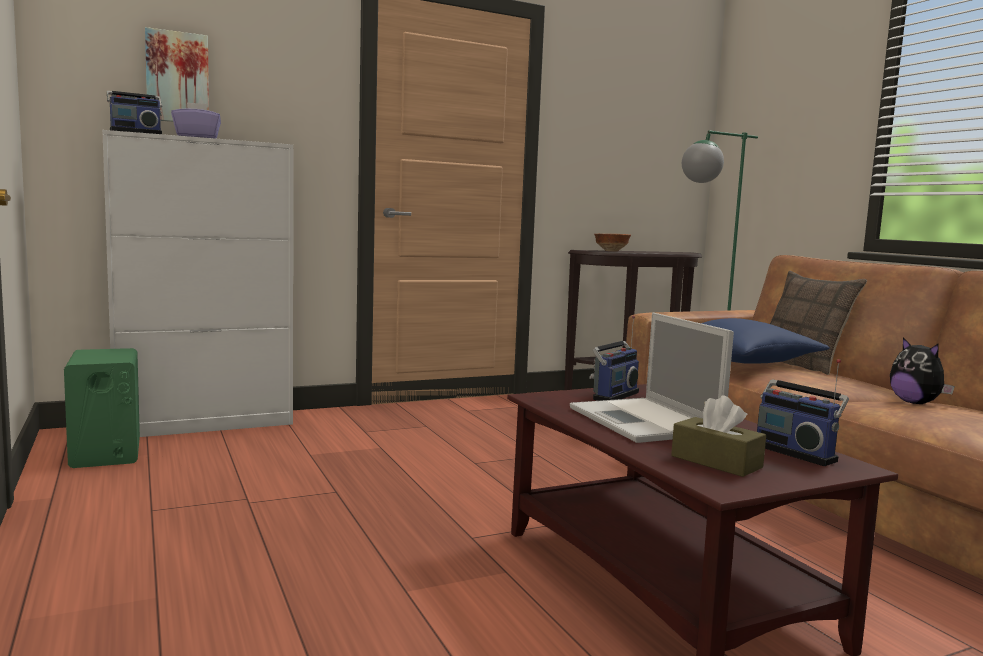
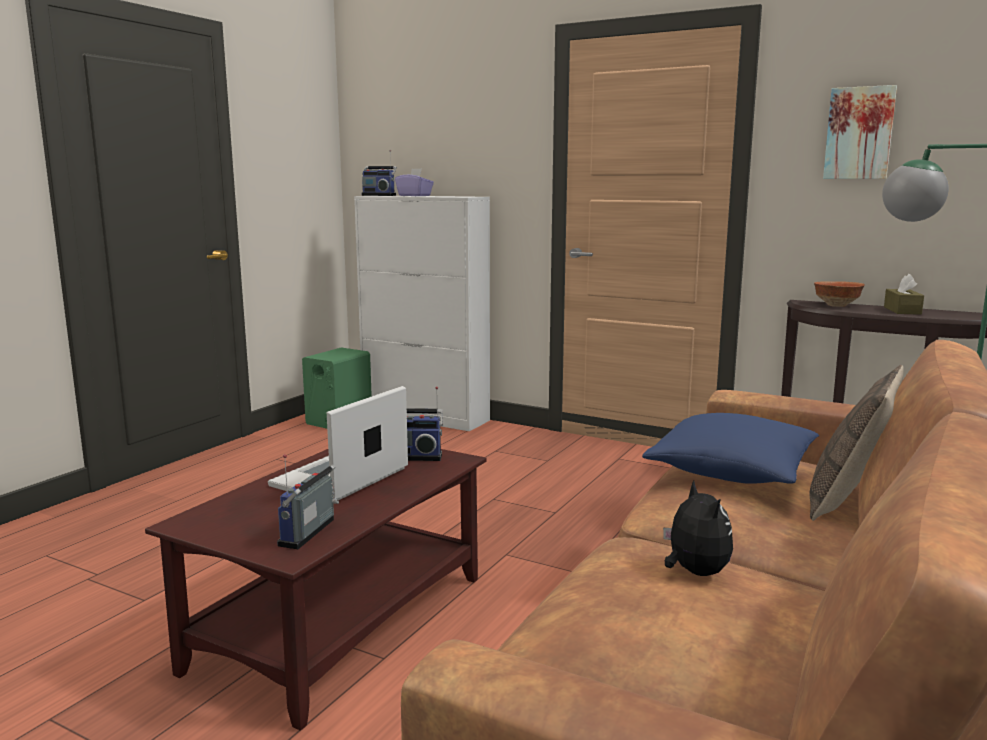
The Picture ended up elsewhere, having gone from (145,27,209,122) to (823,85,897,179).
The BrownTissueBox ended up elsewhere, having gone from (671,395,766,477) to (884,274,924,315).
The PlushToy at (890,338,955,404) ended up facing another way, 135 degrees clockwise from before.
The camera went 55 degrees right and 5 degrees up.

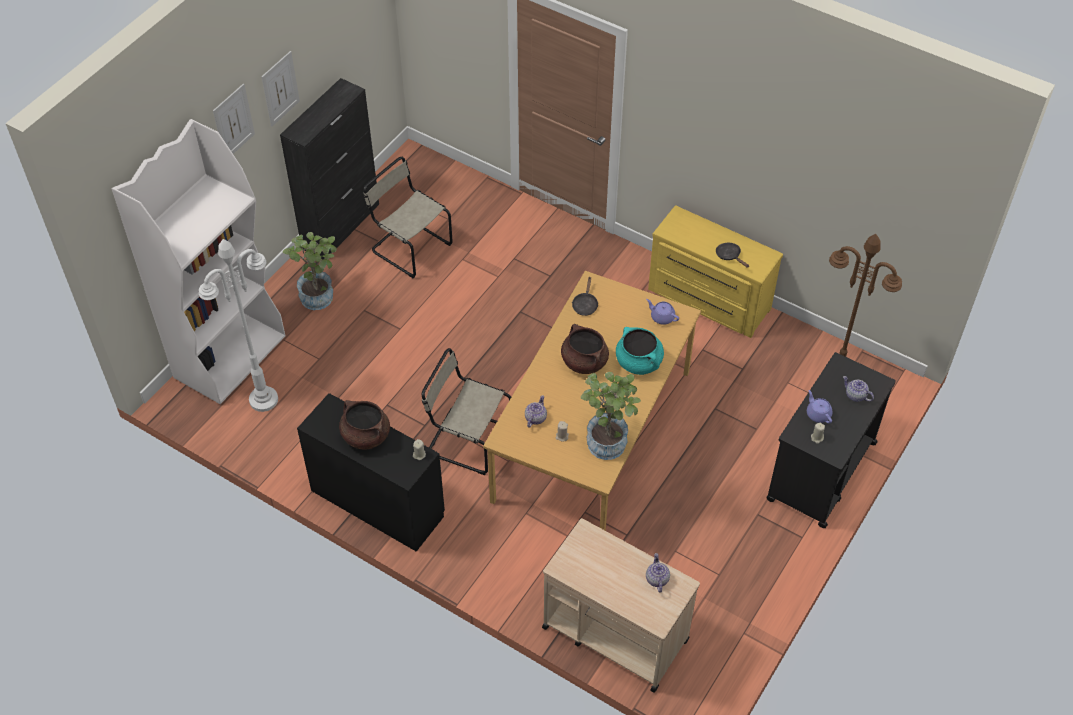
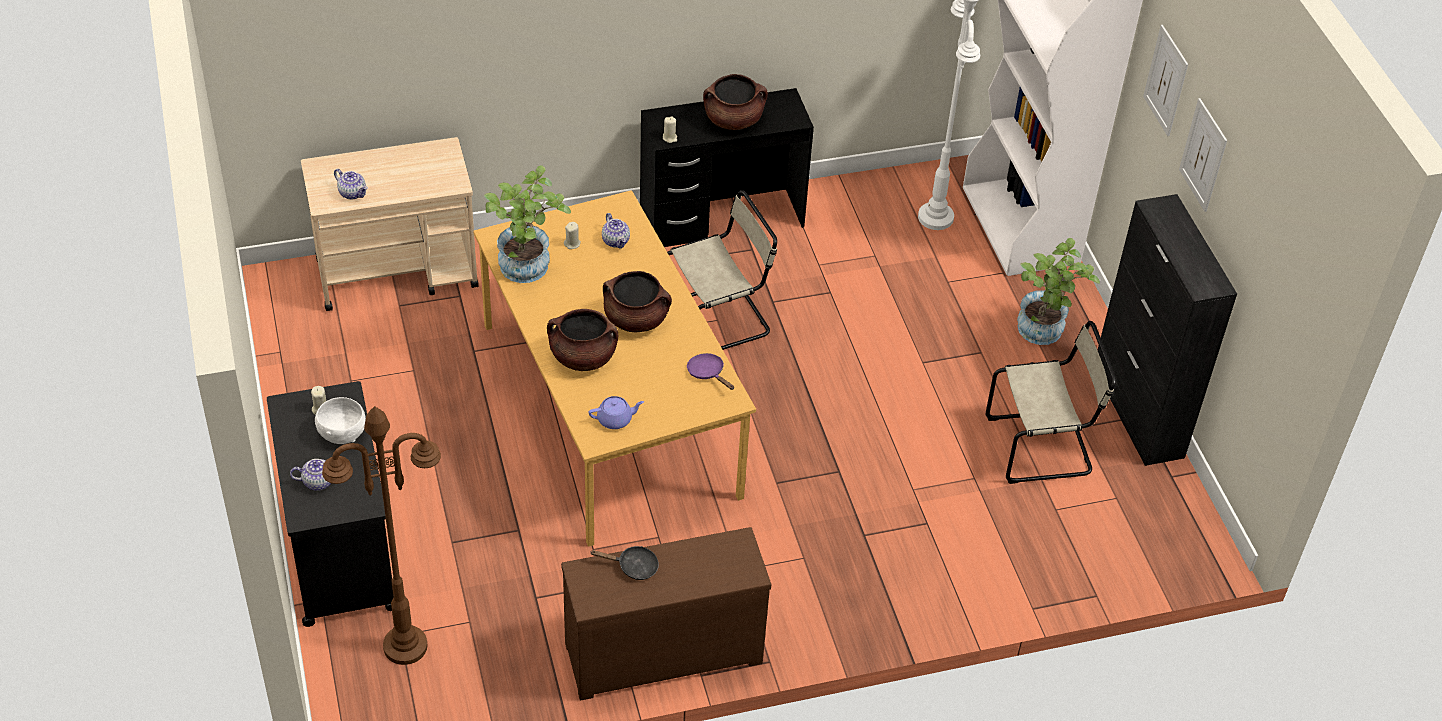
What was the BlackishFryingPan at (572,277,598,316) turned into the PurpleColouredFryingPan at (687,353,734,390).
What was the TurquoiseColouredCookingPot at (616,327,664,375) turned into the BrownCookingPot at (547,309,619,371).
What was the YellowDresser at (648,205,783,338) turned into the BrownDresser at (561,527,771,700).
Where the PurpleColouredPotForTea stood at (807,390,833,424), the WhiteColouredDeepDish came to stand at (315,397,366,444).
The camera went 130 degrees right and 5 degrees down.

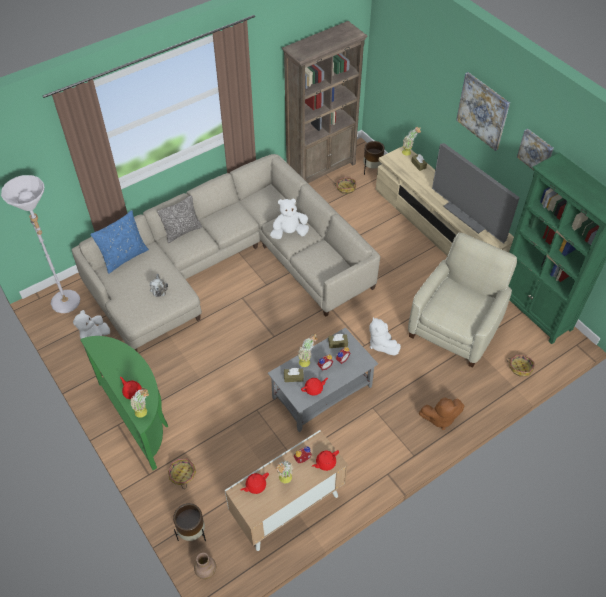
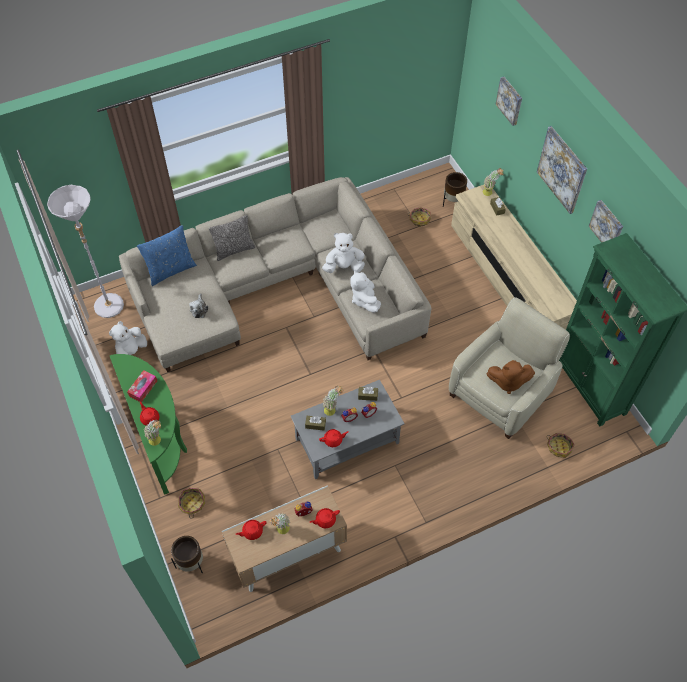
The second view lost the BrownVase at (194,553,216,579).
The second view lost the BrownBookcase at (282,21,368,183).
The WhiteColouredPlushToy ended up elsewhere, having gone from (369,317,401,356) to (350,270,381,313).
The BrownPlushToy ended up elsewhere, having gone from (419,398,464,430) to (486,360,535,394).
The second view lost the TvSet at (432,143,520,244).
The second view gained the TissueBox at (127,370,157,402).
The second view gained the Picture at (495,77,522,126).
The camera went 10 degrees right and 5 degrees up.

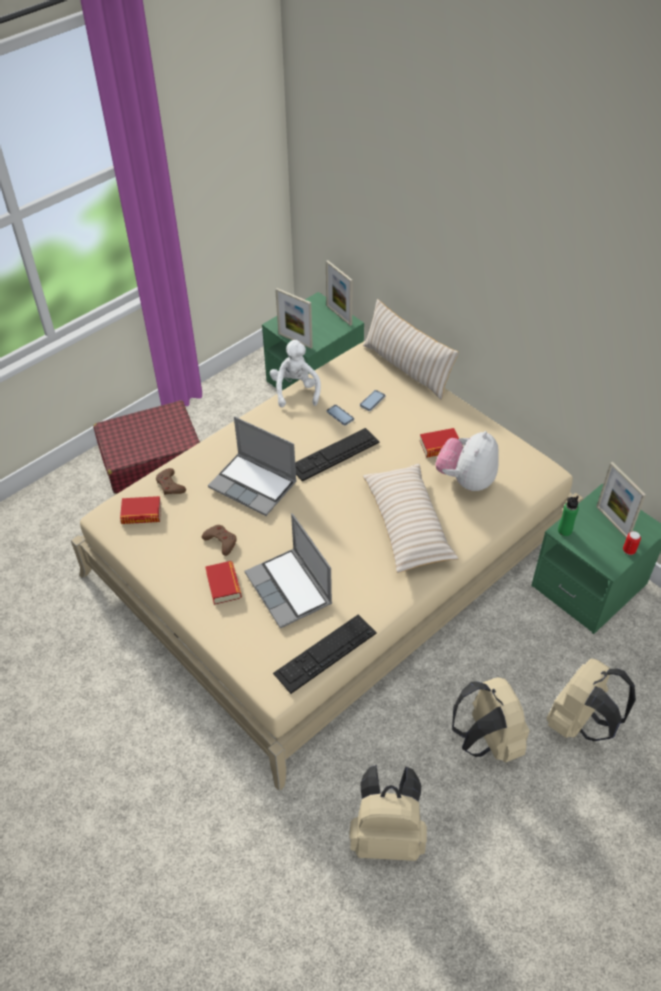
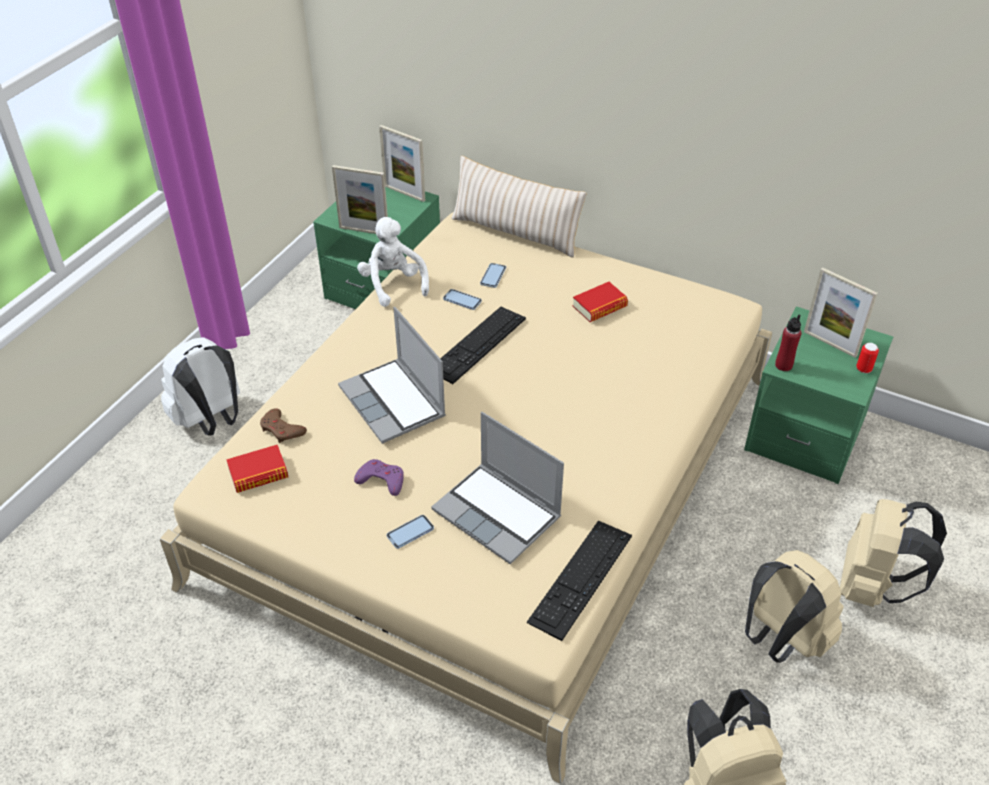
Where the ReddishPieceOfLuggage stood at (93,400,200,494), the WhiteColouredKnapsack came to stand at (161,337,240,436).
What was the BrownJoypad at (202,525,237,556) turned into the PurpleColouredJoypad at (354,459,404,496).
Where the Book stood at (205,561,242,605), the Telephone came to stand at (386,515,434,549).
The Laptop at (208,417,297,516) ended up facing another way, 45 degrees clockwise from before.
The second view lost the BeigeCushion at (363,463,458,573).
The second view lost the PlushToy at (435,431,499,491).
What was the GreenColouredBeverageBottle at (558,495,579,536) turned into the ReddishBeverageBottle at (775,314,801,371).
The camera went 20 degrees left and 5 degrees down.

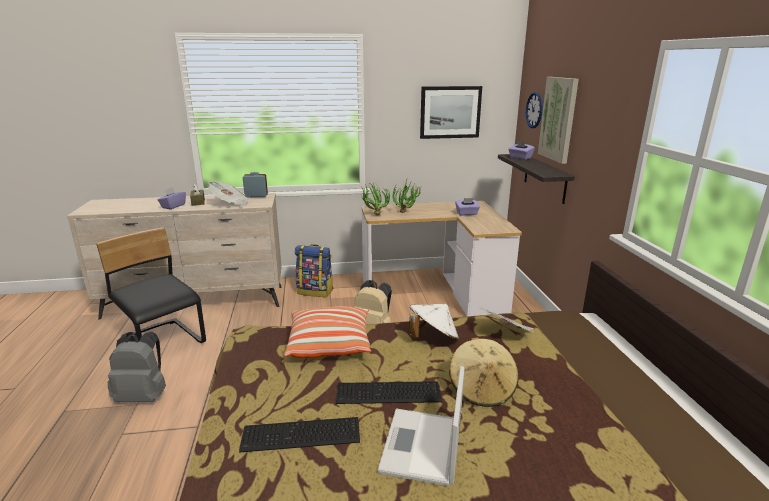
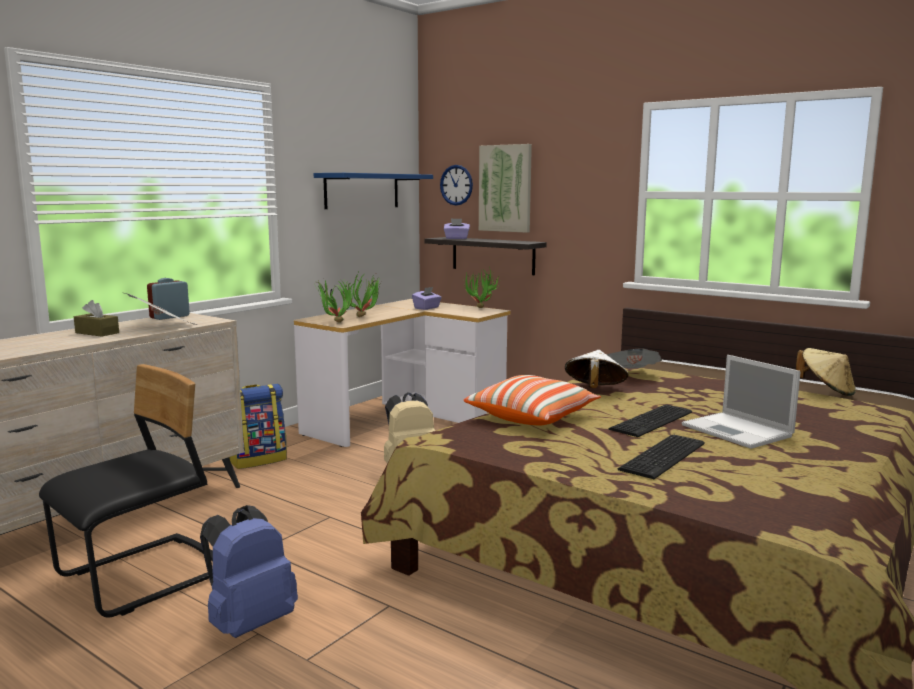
The BlackishUprightChair at (96,227,206,343) ended up facing another way, 135 degrees clockwise from before.
What was the GrayKnapsack at (107,332,166,402) turned into the BluishKnapsack at (200,505,298,638).
The second view lost the PurpleColouredTissueBox at (158,187,186,209).
Where the Picture hung at (420,86,482,139), the BluishWallShelf came to hang at (314,173,433,209).
The BeigeWearableHat ended up elsewhere, having gone from (449,338,519,407) to (796,348,856,396).
The second view gained the Houseplant at (464,267,499,308).
The camera went 45 degrees left and 10 degrees down.

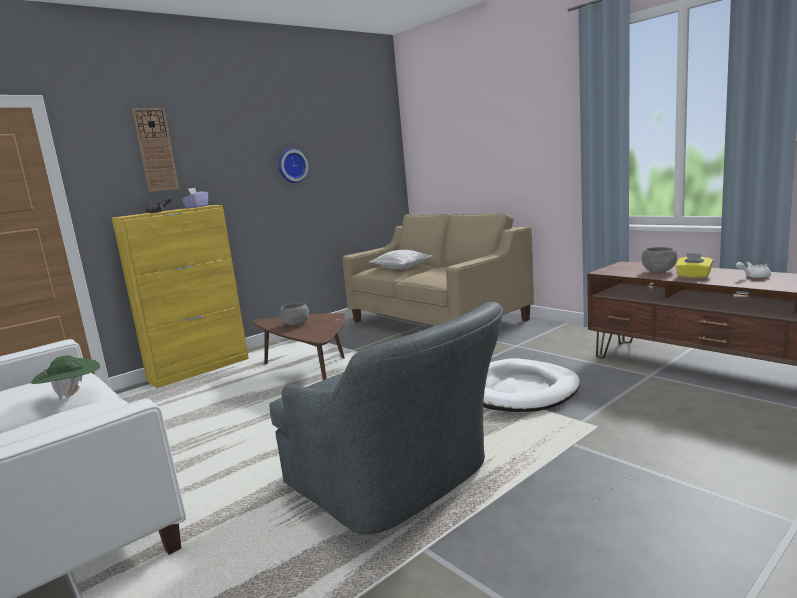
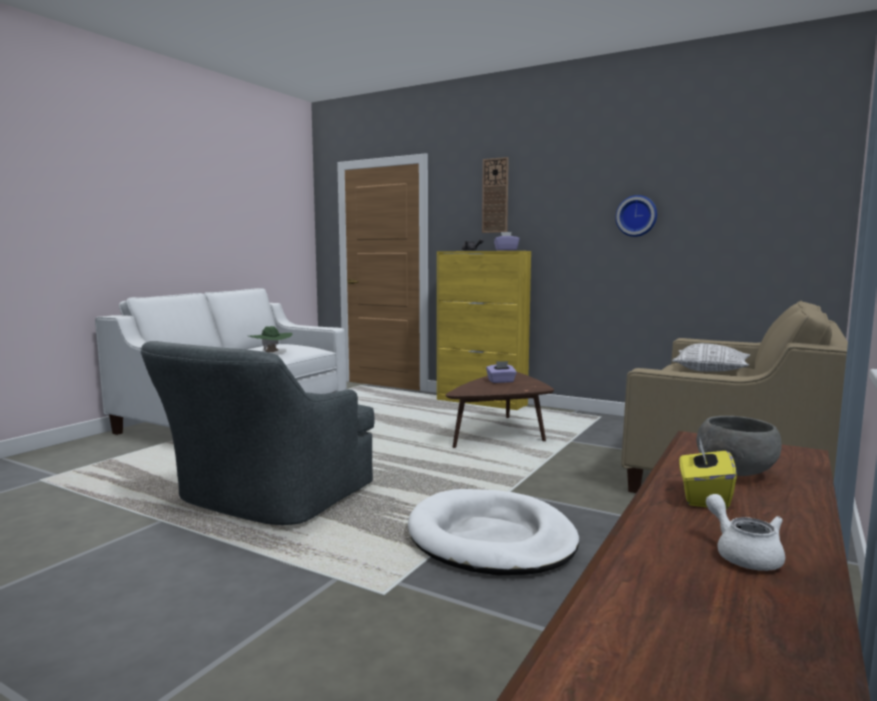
Where the GrayDeepDish stood at (279,303,309,326), the PurpleColouredTissueBox came to stand at (486,361,517,383).
The camera went 70 degrees right and 5 degrees down.

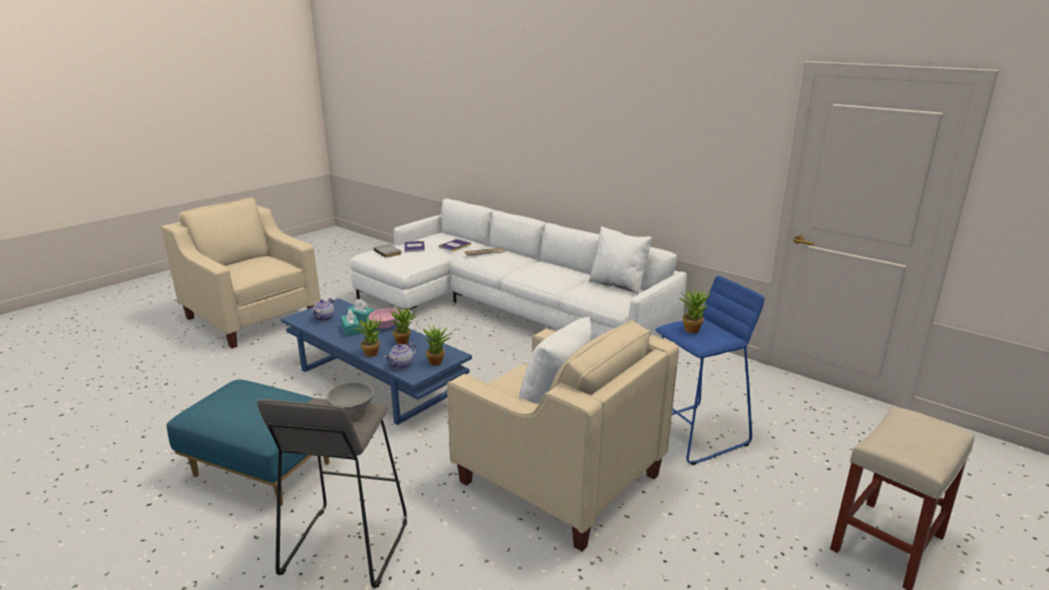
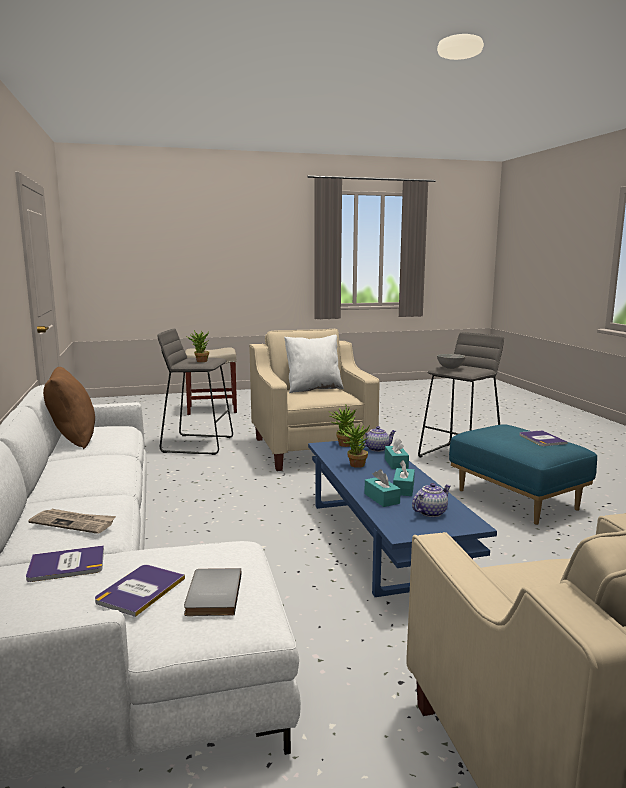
Where the Houseplant stood at (354,318,381,357), the TurquoiseColouredTissueBox came to stand at (385,438,409,469).
The second view lost the PinkDeepDish at (369,308,400,329).
What was the WhiteColouredCushion at (589,226,652,295) turned into the BrownCushion at (43,367,95,449).
What was the BluishSittingStool at (655,276,765,465) turned into the GraySittingStool at (158,329,233,455).
The second view gained the Book at (519,430,568,446).
The camera went 145 degrees left and 10 degrees down.

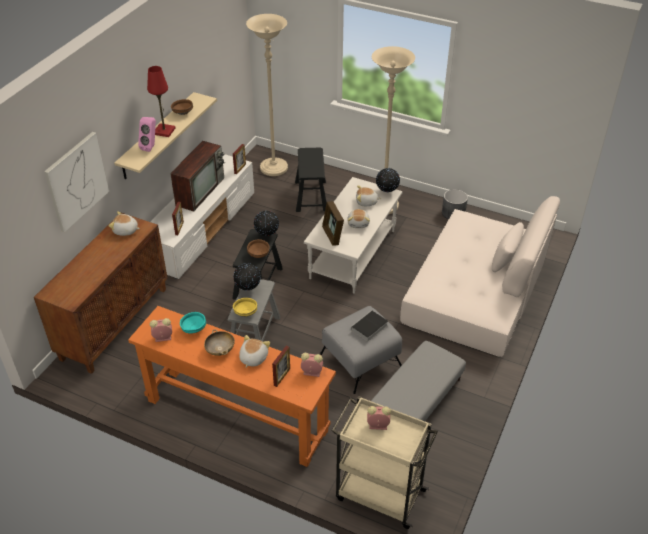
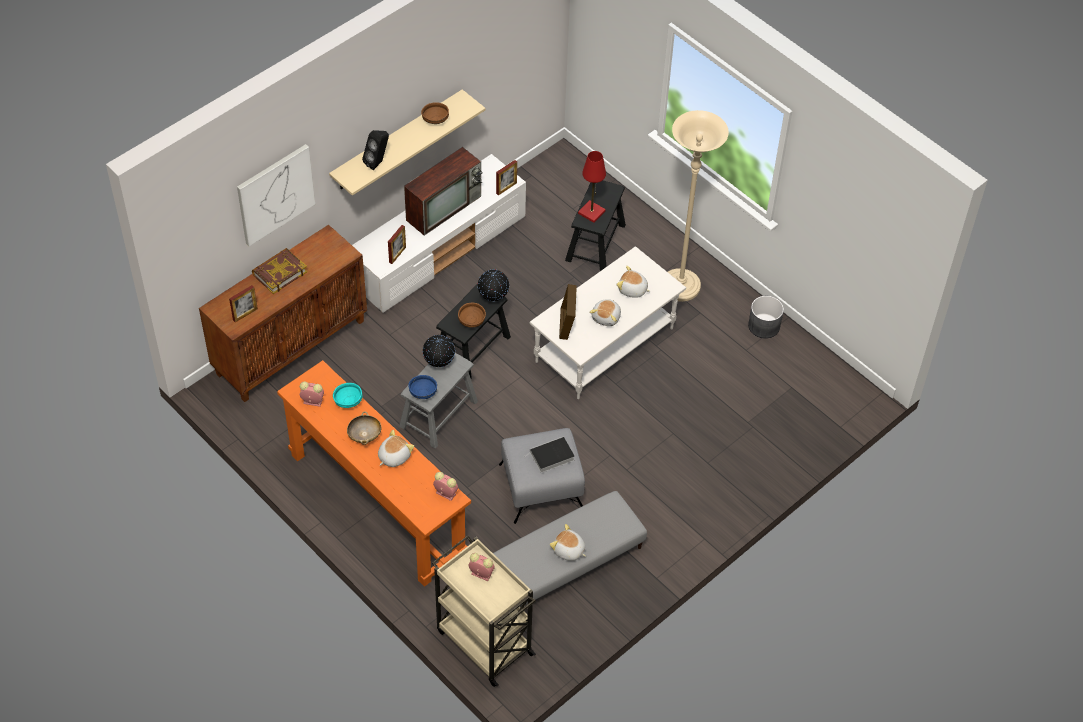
The PlushToy ended up elsewhere, having gone from (108,211,140,236) to (550,524,586,561).
What was the PinkAudioSpeaker at (138,117,156,152) turned into the BlackishAudioSpeaker at (362,130,389,170).
The ReddishTableLamp ended up elsewhere, having gone from (147,66,175,137) to (578,151,606,223).
What was the YellowDeepDish at (233,298,257,317) turned into the BluishDeepDish at (408,375,437,399).
The second view lost the BeigeFloorLamp at (246,14,288,176).
The StandingFrame ended up elsewhere, having gone from (272,346,290,387) to (229,285,258,322).
The second view lost the WorldGlobe at (376,168,400,193).
The second view lost the BeigeCouch at (400,196,560,357).
The second view gained the Book at (252,248,307,294).
The camera went 20 degrees right and 10 degrees up.

